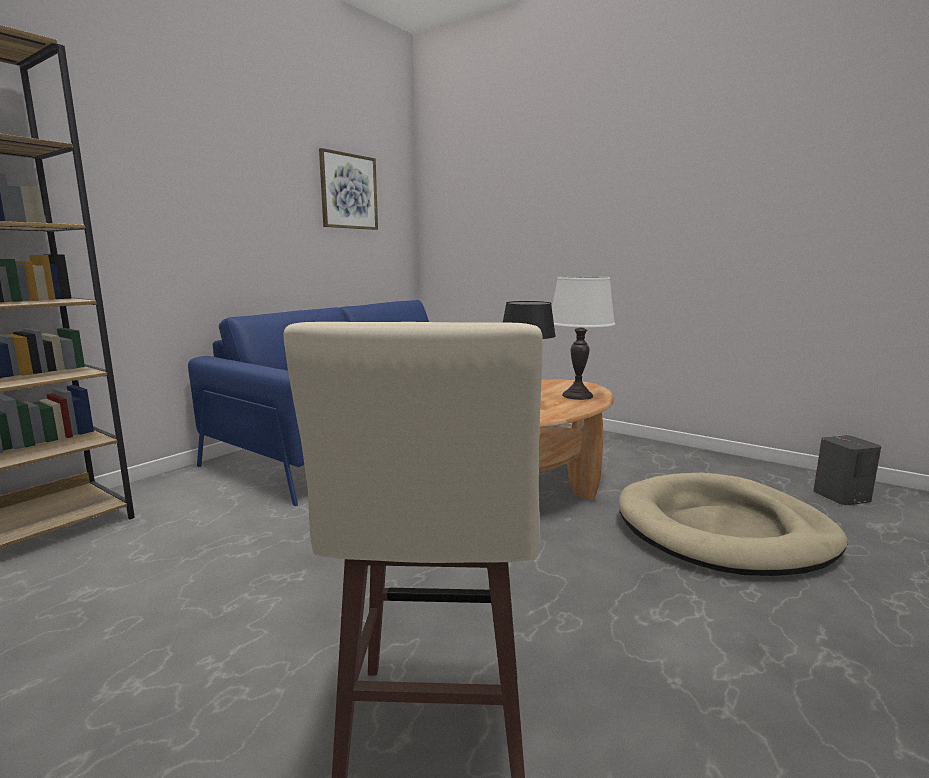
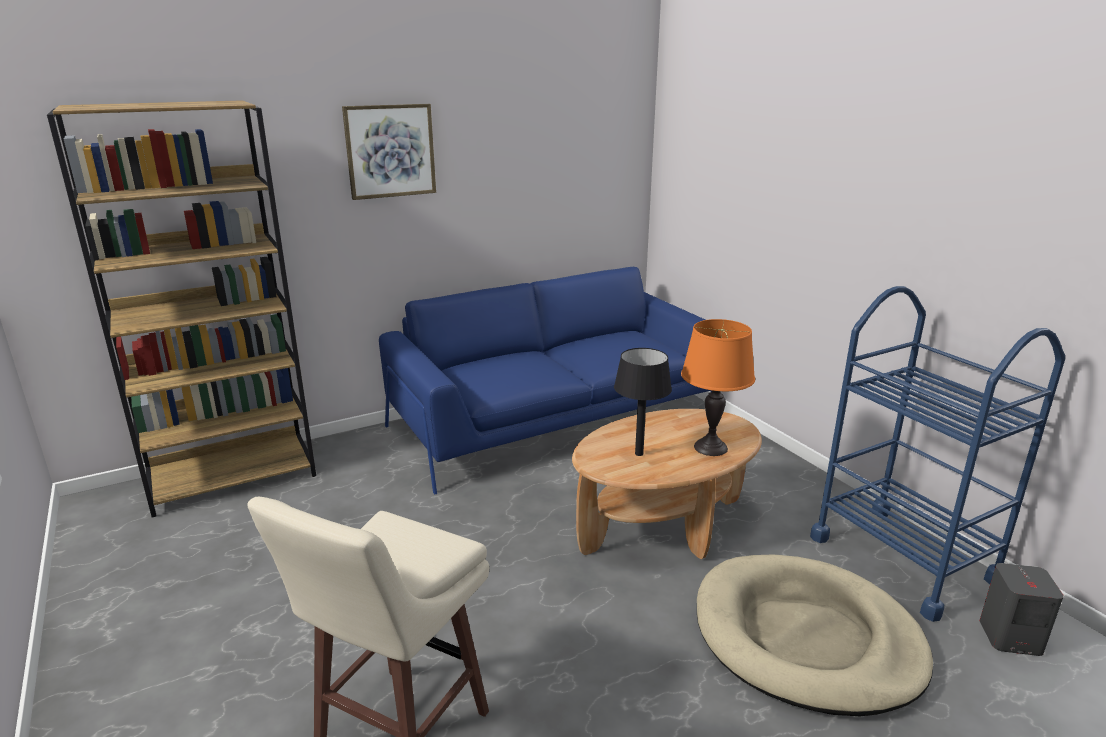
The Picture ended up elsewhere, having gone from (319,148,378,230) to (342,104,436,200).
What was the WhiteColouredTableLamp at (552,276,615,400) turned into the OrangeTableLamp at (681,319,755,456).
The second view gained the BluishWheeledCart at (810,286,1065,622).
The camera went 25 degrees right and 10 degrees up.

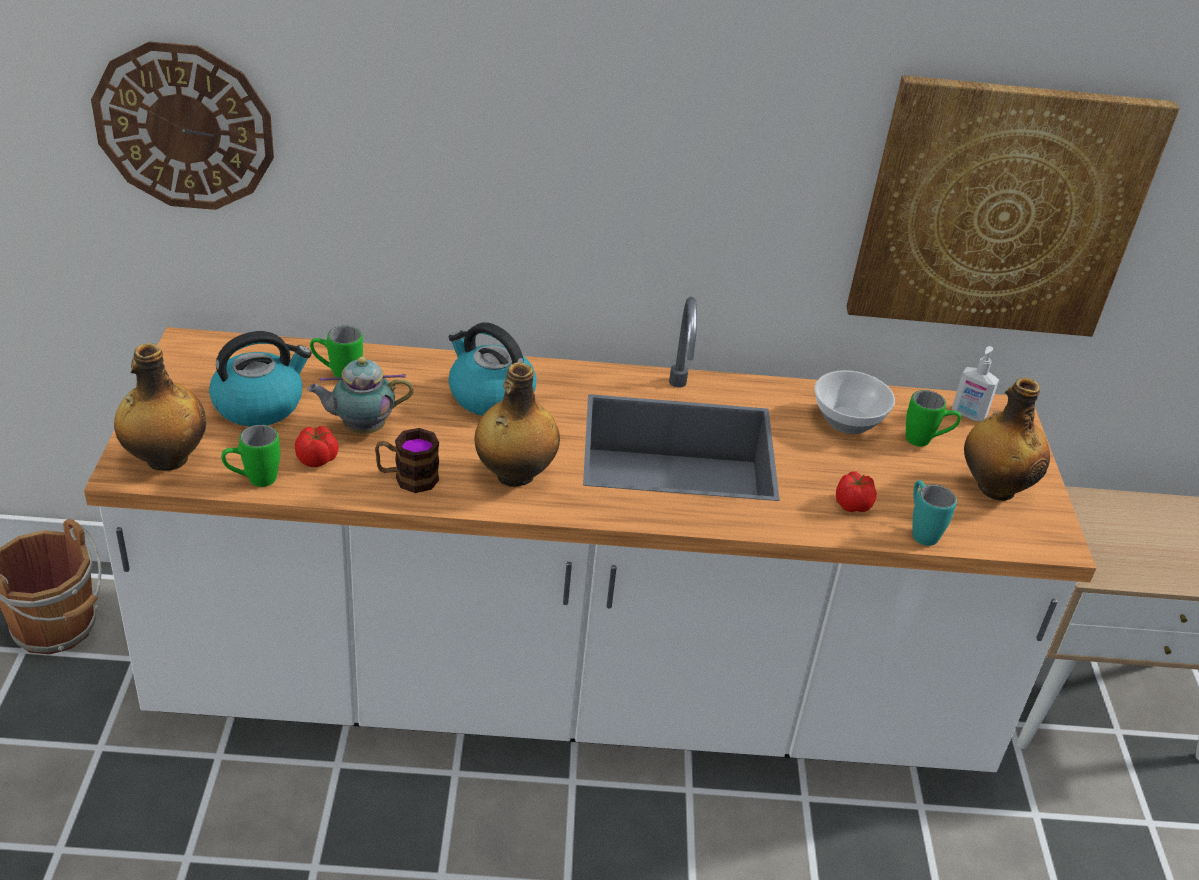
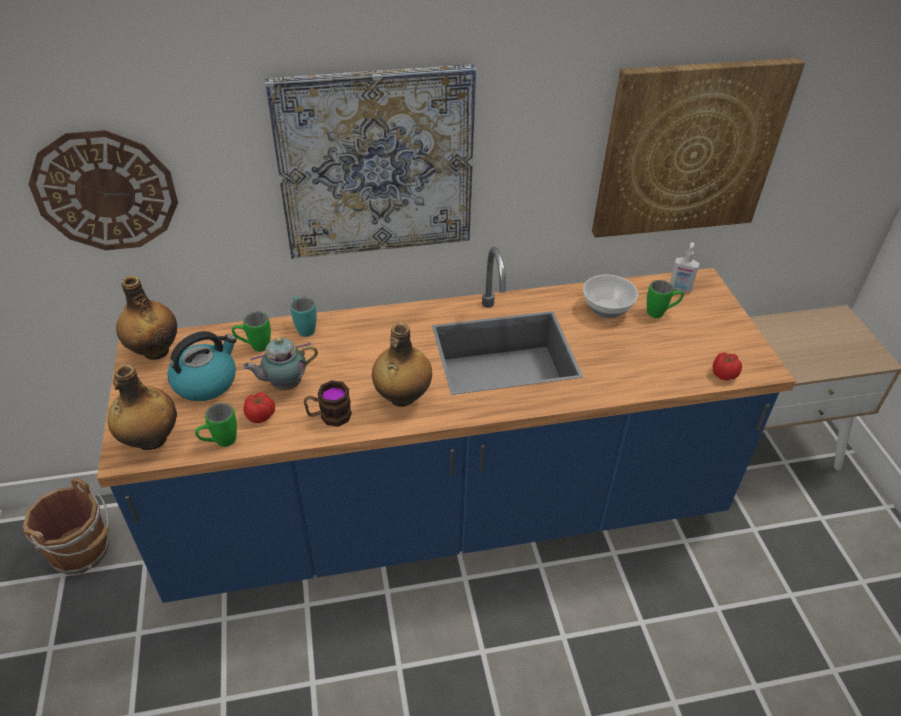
What was the WhiteColouredCounter at (84,297,1096,772) turned into the BluishCounter at (97,247,796,603).
The second view lost the TeaKettle at (449,322,536,416).
The WholeTomato ended up elsewhere, having gone from (836,471,877,512) to (713,352,742,380).
The TurquoiseColouredCoffeeMug ended up elsewhere, having gone from (912,480,957,546) to (291,296,317,337).
The BeverageBottle ended up elsewhere, having gone from (964,378,1050,501) to (116,276,177,360).
The second view gained the Picture at (265,64,476,259).
The camera went 10 degrees left and 5 degrees up.

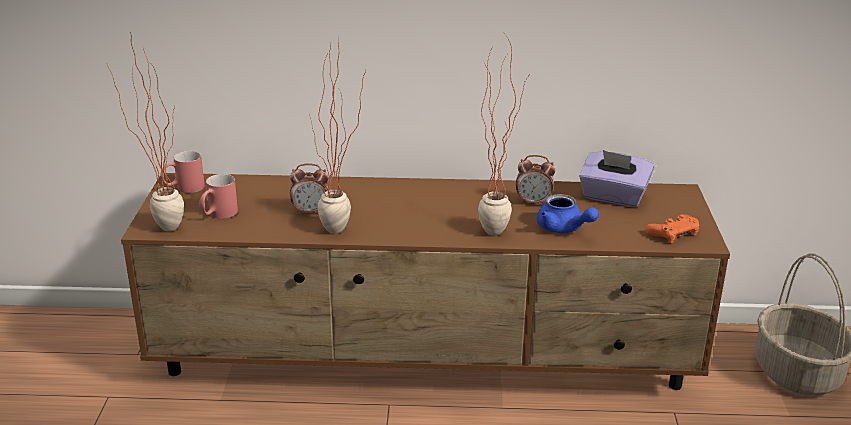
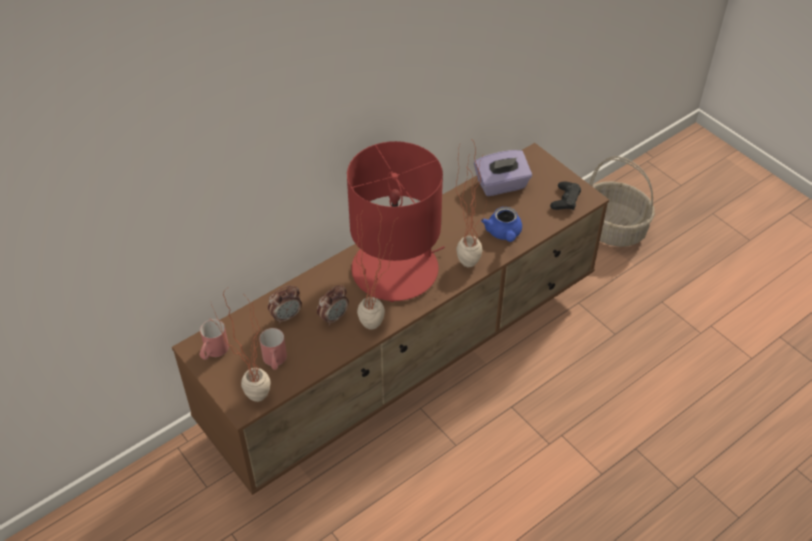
The BedsideClock ended up elsewhere, having gone from (516,155,556,204) to (268,285,302,324).
The BluishPotForTea at (537,194,599,233) ended up facing another way, 75 degrees clockwise from before.
What was the OrangeJoypad at (645,214,700,243) turned into the BlackishJoypad at (550,181,581,210).
The second view gained the ReddishTableLamp at (347,141,445,302).
The camera went 40 degrees left and 20 degrees up.

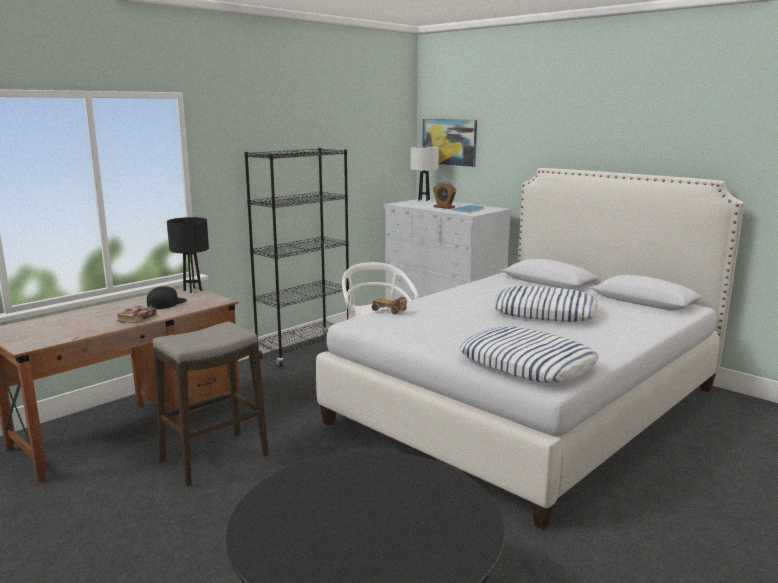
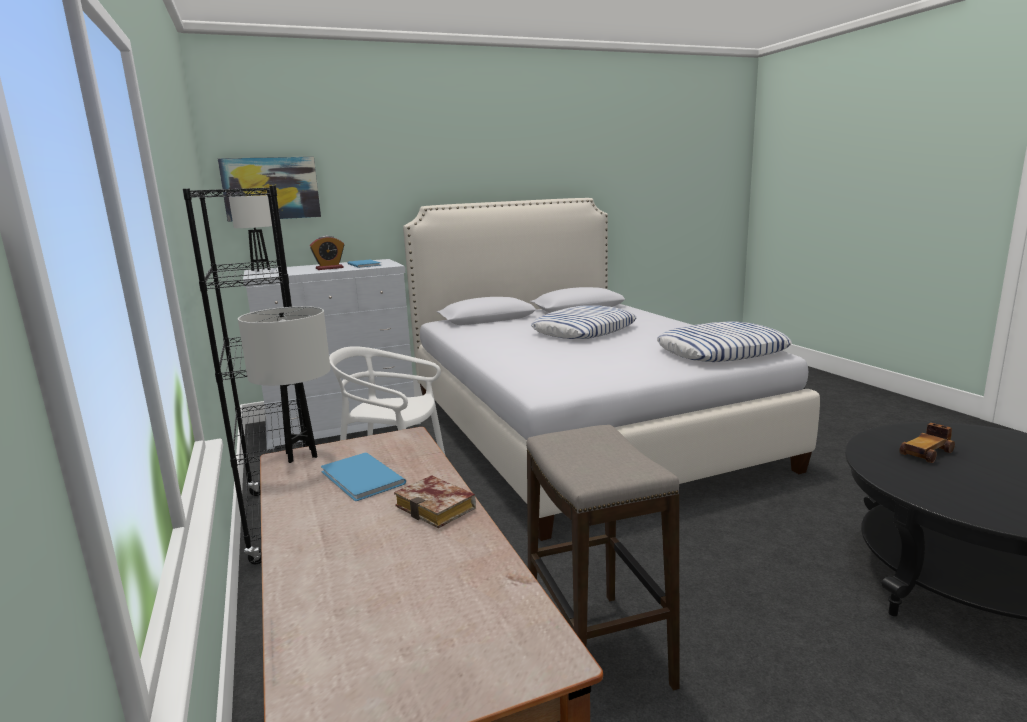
Where the BlackishPeakedCap stood at (147,286,187,309), the BluishBook came to stand at (321,452,406,501).
What was the BlackishTableLamp at (167,217,209,293) turned into the WhiteColouredTableLamp at (238,306,331,463).
The MiniatureCar ended up elsewhere, having gone from (372,297,407,315) to (899,423,955,463).
The camera went 65 degrees left and 0 degrees up.

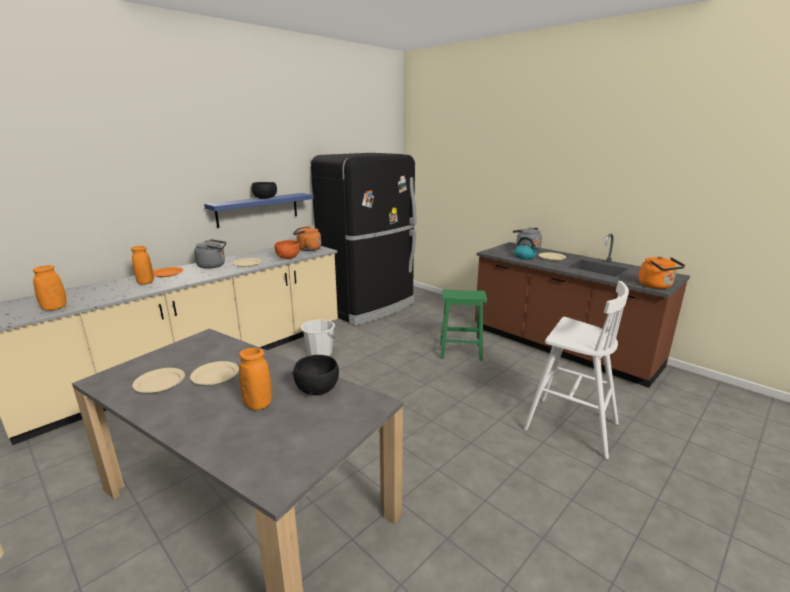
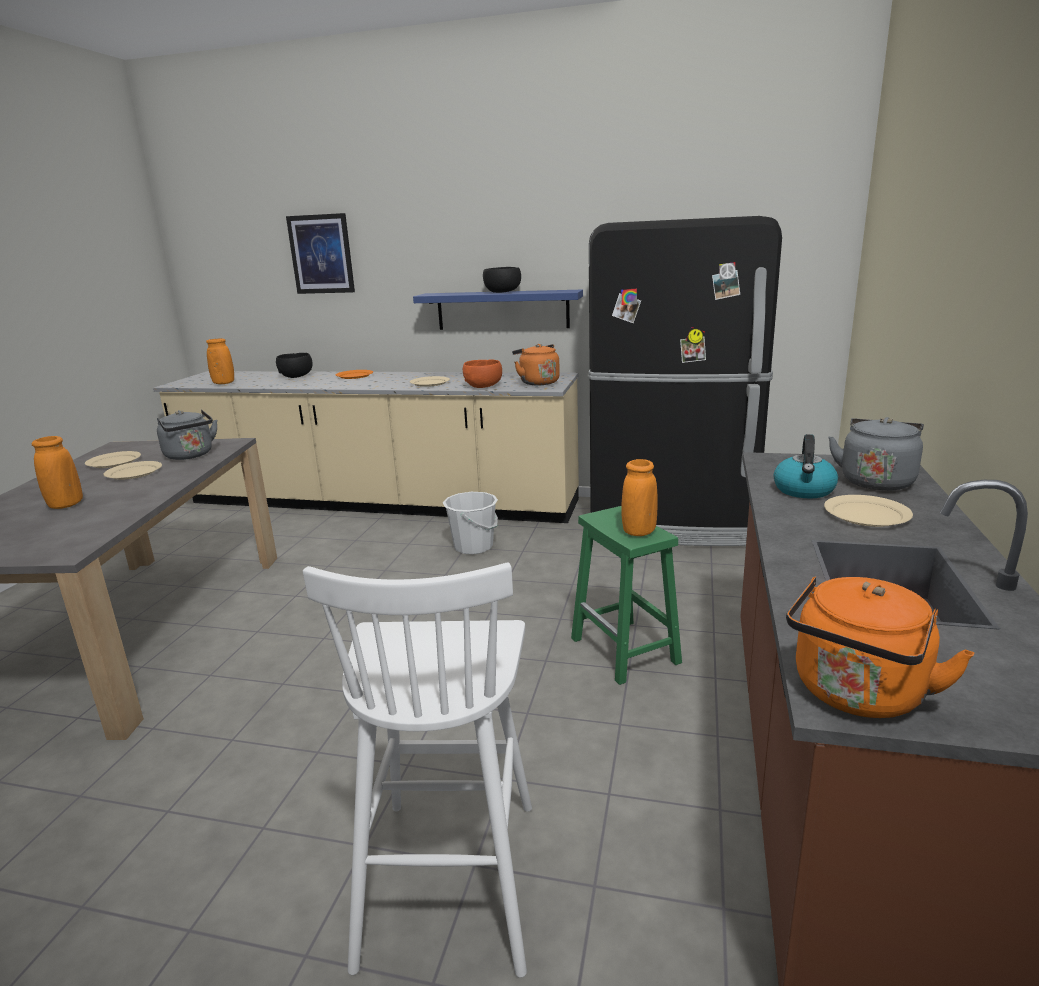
The OrangeVase ended up elsewhere, having gone from (131,246,154,285) to (621,459,658,536).
The GrayTeaKettle ended up elsewhere, having gone from (194,239,226,269) to (157,410,217,460).
The BlackishDeepDish ended up elsewhere, having gone from (292,355,339,395) to (276,353,313,378).
The second view gained the Picture at (286,213,355,294).
The camera went 60 degrees right and 0 degrees up.

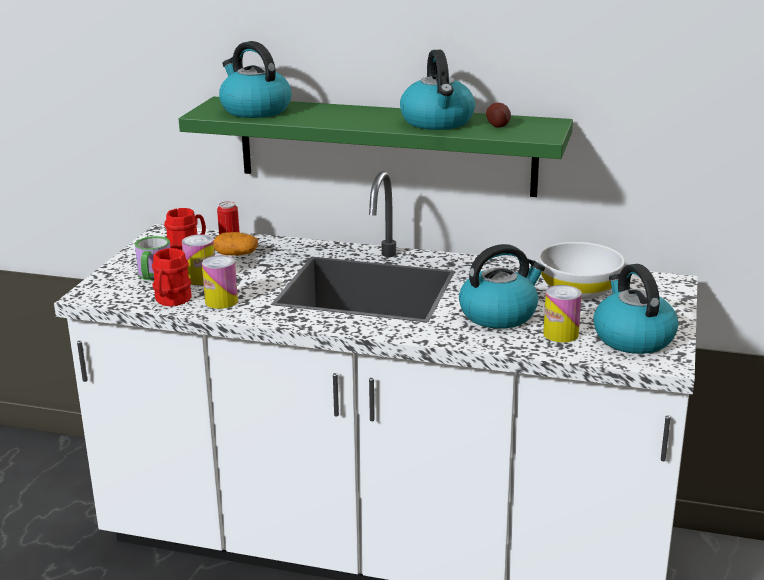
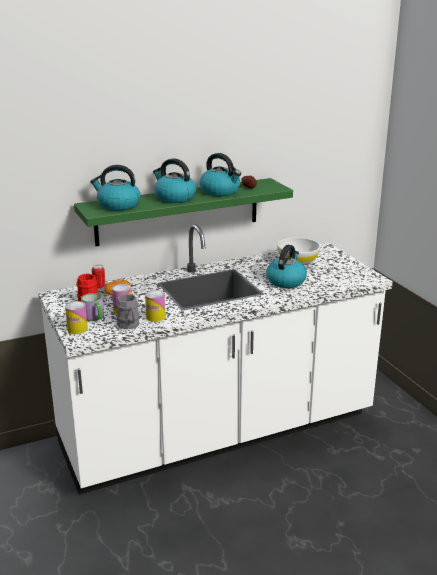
What was the ReddishCoffeeMug at (152,248,192,307) turned into the GrayCoffeeMug at (116,294,139,329).
The MetalCan ended up elsewhere, having gone from (543,285,582,343) to (65,301,88,334).
The TeaKettle ended up elsewhere, having gone from (594,264,678,354) to (153,158,196,203).
The camera went 40 degrees left and 0 degrees up.

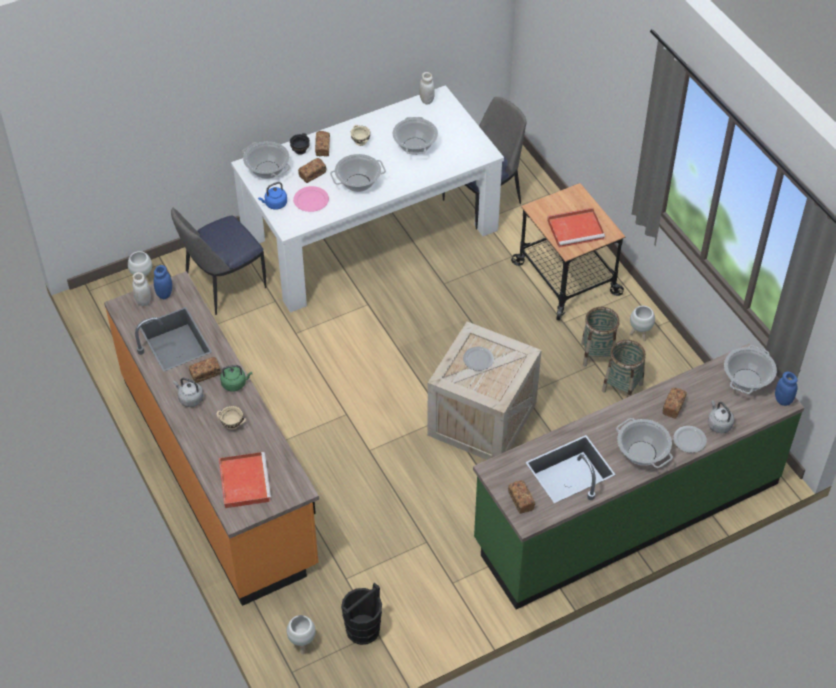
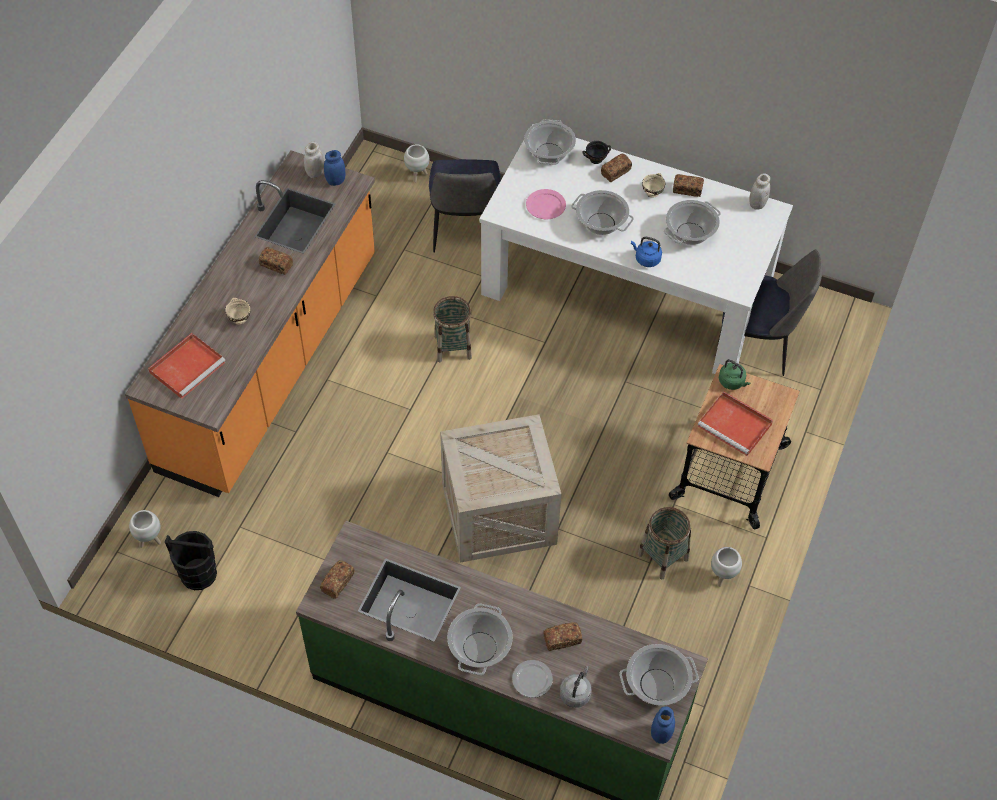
The UprightChair at (171,207,266,315) ended up facing another way, 105 degrees counterclockwise from before.
The second view lost the GrayTeaKettle at (173,378,204,407).
The GreenColouredTeaKettle ended up elsewhere, having gone from (220,365,252,391) to (719,359,750,390).
The BluishTeaKettle ended up elsewhere, having gone from (258,182,287,210) to (631,237,662,267).
The BakeryBread ended up elsewhere, having gone from (298,158,326,183) to (673,174,704,197).
The second view lost the FlatDish at (463,346,494,371).
The Basket ended up elsewhere, having gone from (602,340,646,397) to (433,296,472,362).
The camera went 50 degrees right and 5 degrees up.

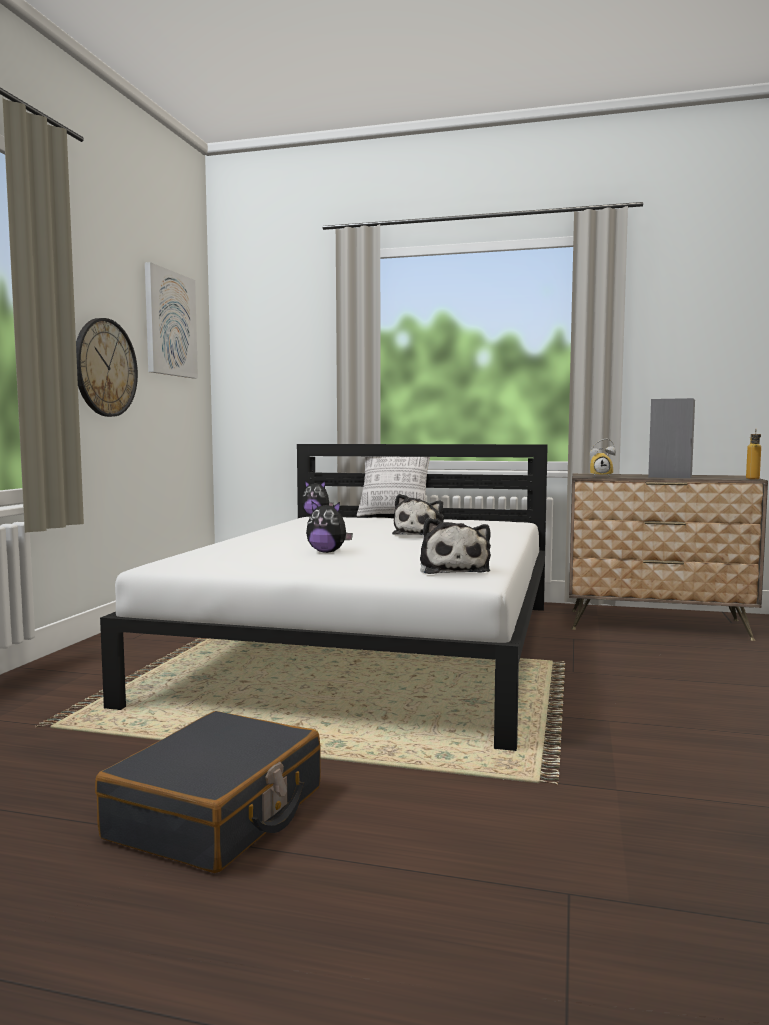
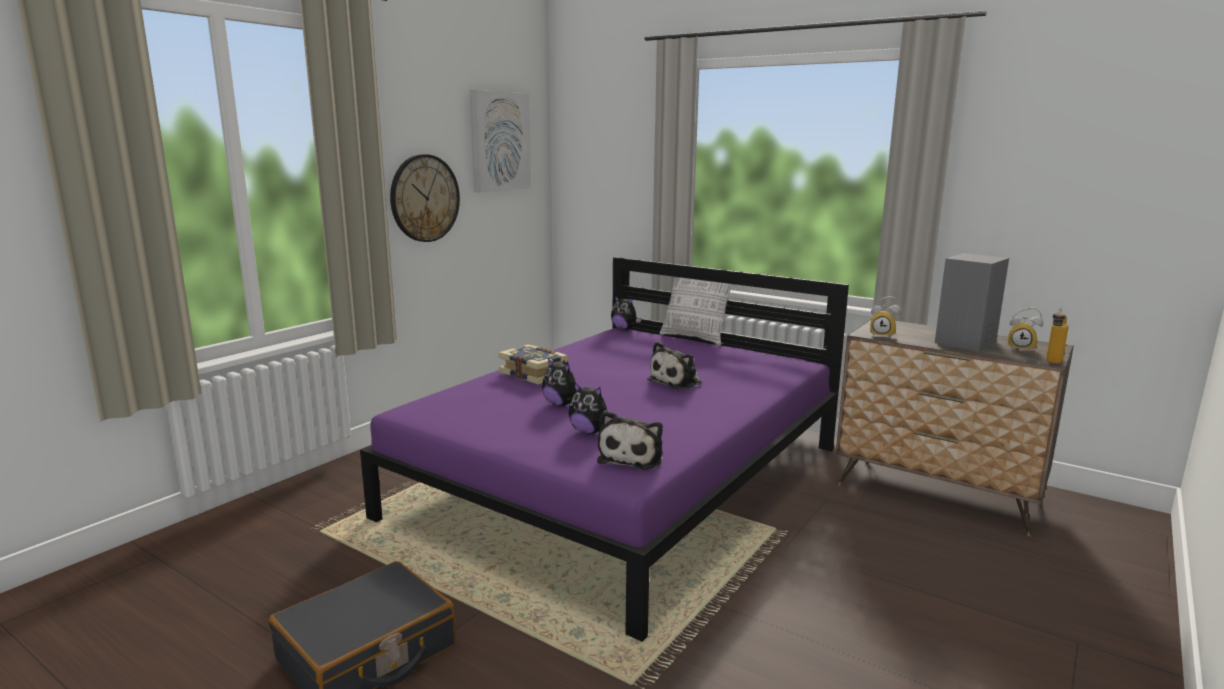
What was the WhiteColouredBed at (100,444,548,751) turned into the PurpleColouredBed at (360,257,849,642).
The second view gained the Book at (498,344,569,385).
The second view gained the PlushToy at (568,382,607,434).
The second view gained the BedsideClock at (1008,307,1044,351).
The camera went 20 degrees right and 10 degrees up.

